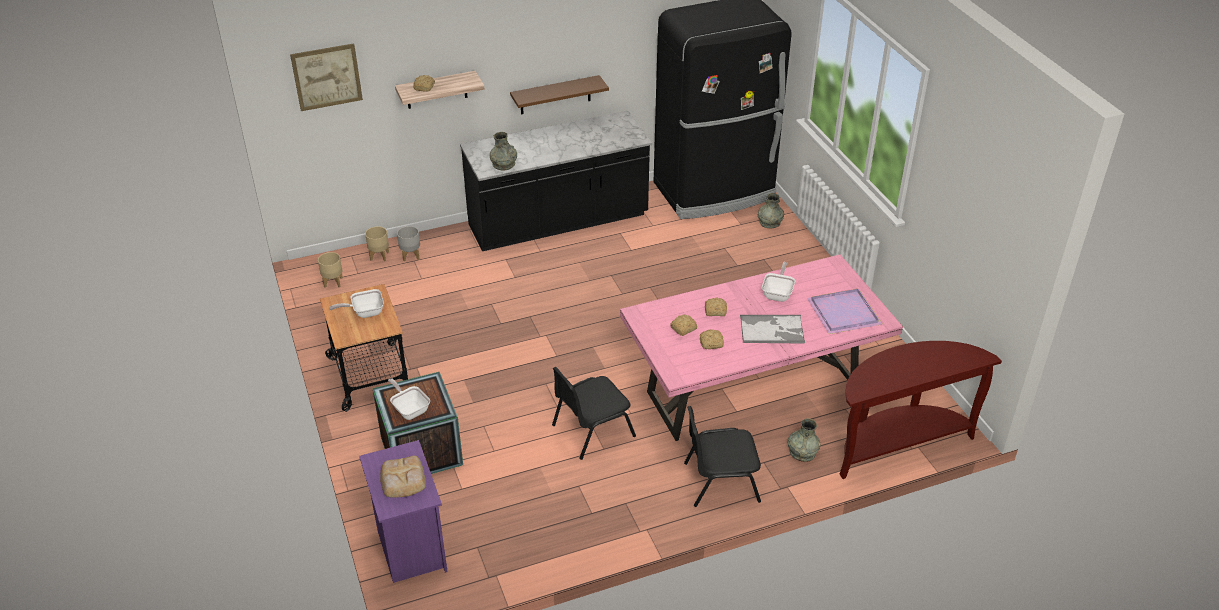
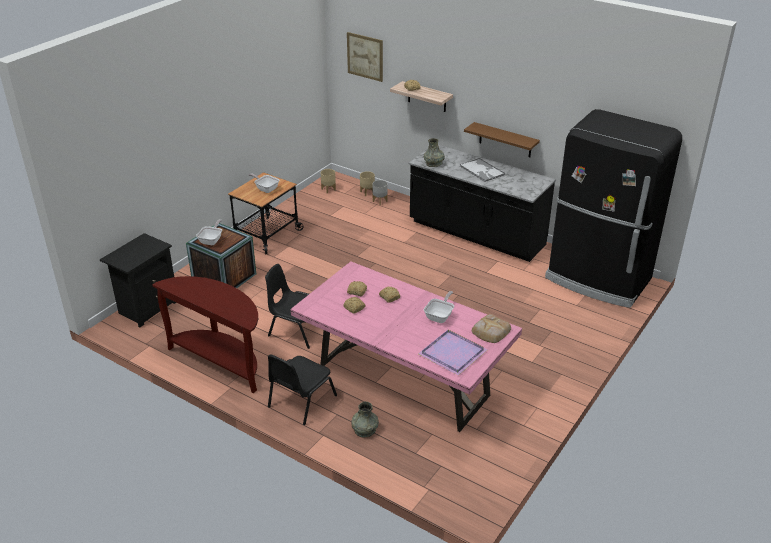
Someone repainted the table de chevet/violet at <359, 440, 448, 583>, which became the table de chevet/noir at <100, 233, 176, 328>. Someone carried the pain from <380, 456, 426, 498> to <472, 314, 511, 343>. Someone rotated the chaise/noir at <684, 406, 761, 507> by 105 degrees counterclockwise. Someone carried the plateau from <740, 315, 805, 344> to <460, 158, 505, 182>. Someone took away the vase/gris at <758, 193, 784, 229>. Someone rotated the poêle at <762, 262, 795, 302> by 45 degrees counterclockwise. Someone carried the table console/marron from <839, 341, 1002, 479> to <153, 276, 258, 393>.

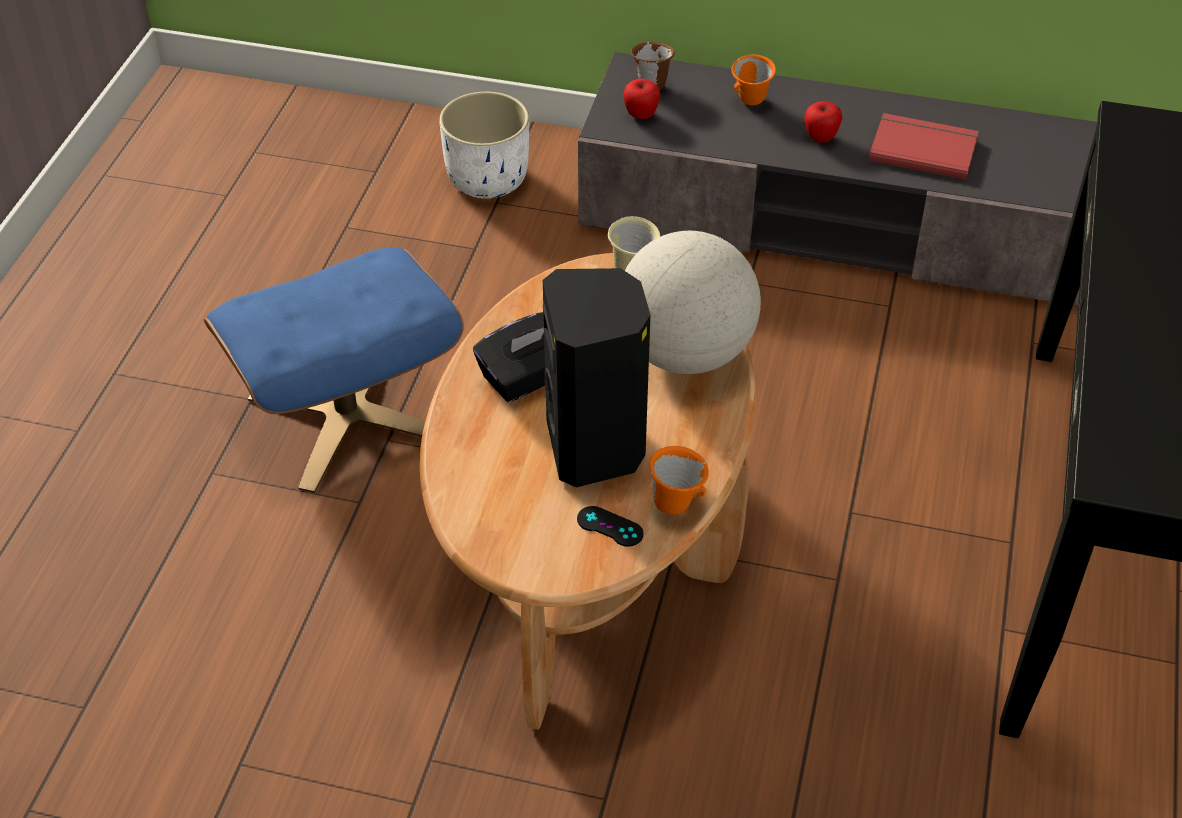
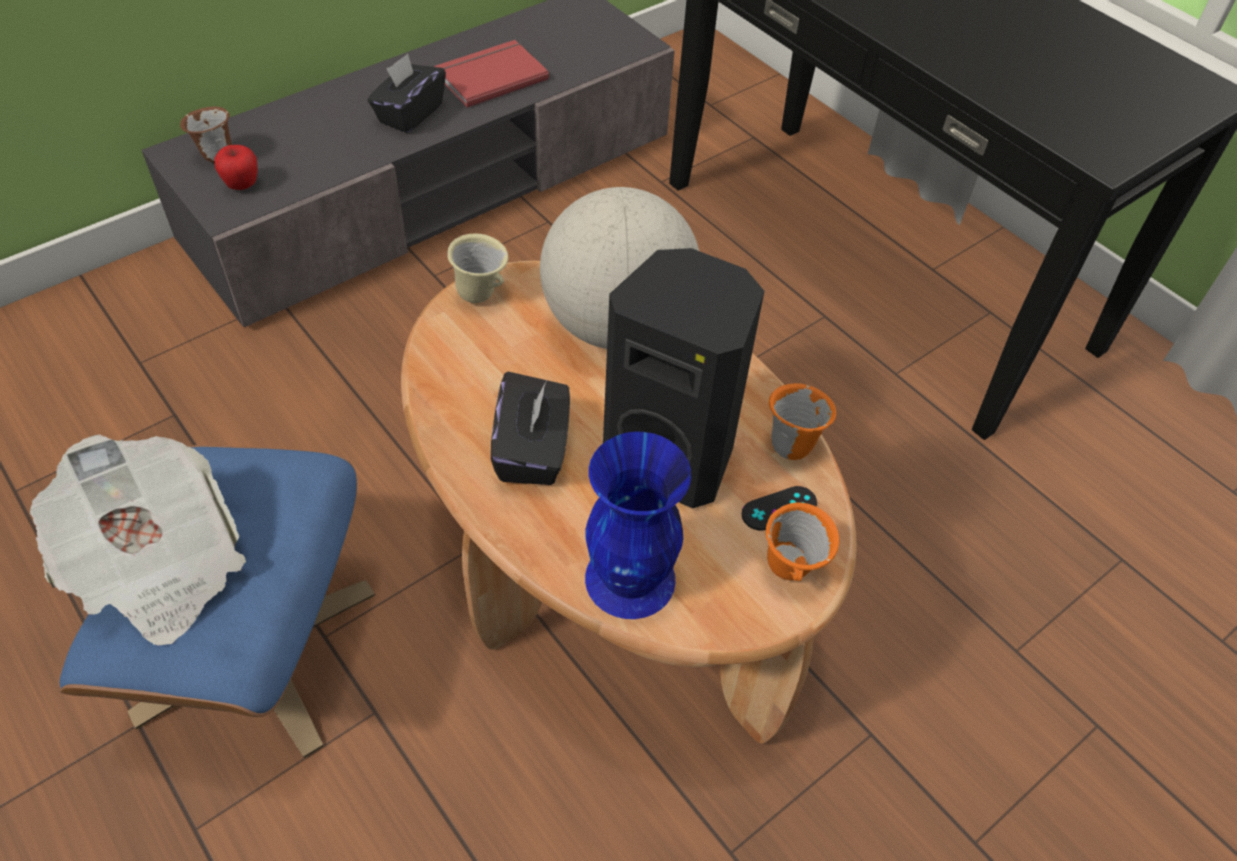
Someone took away the cache-pot/blanc at <439, 91, 529, 199>. Someone carried the mug/orange from <732, 54, 776, 106> to <766, 503, 839, 581>. Someone swapped the pomme at <804, 101, 842, 143> for the boîte à mouchoirs/noir at <367, 53, 446, 133>. Someone put down the journal at <30, 434, 246, 645>. Someone put down the vase/bleu at <585, 432, 691, 619>.

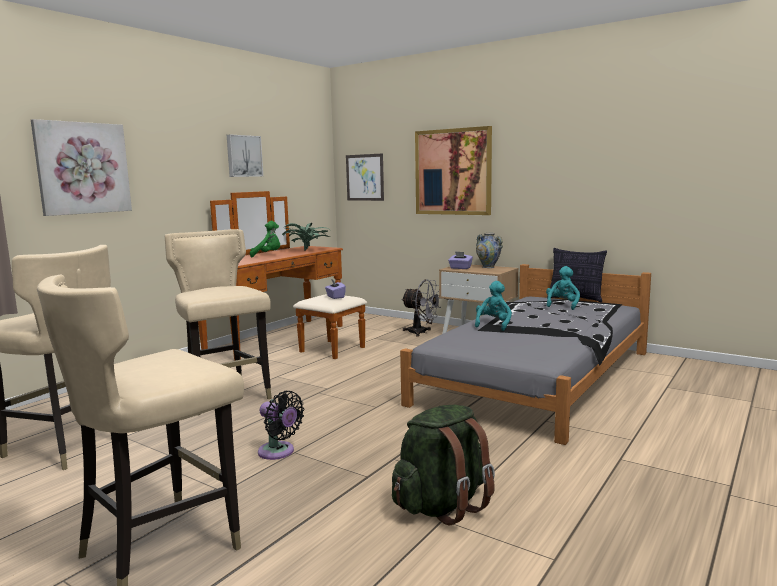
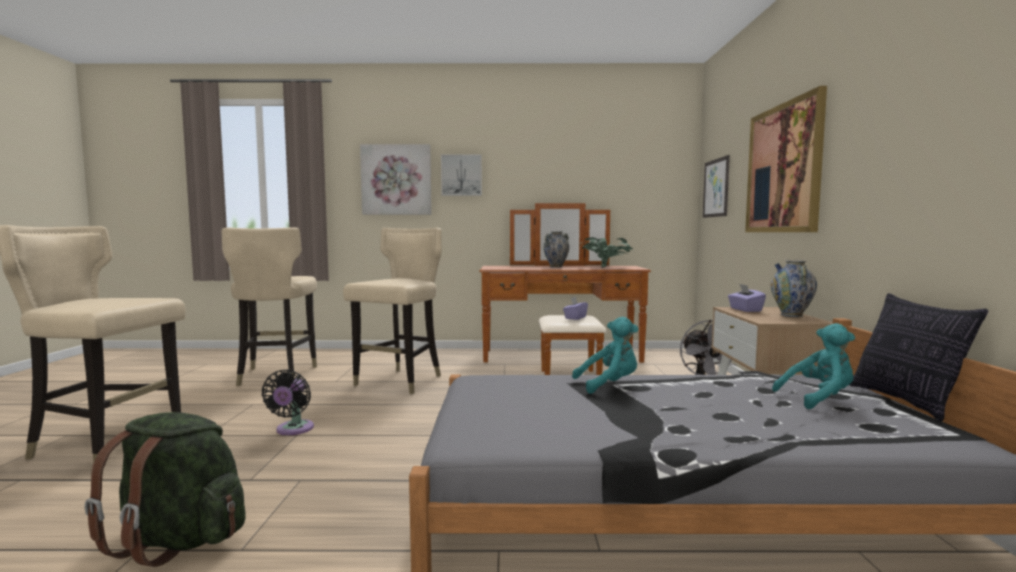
Someone carried the tableau from <227, 135, 263, 177> to <441, 155, 482, 196>. Someone swapped the peluche/vert at <250, 221, 280, 257> for the vase at <543, 231, 569, 268>.

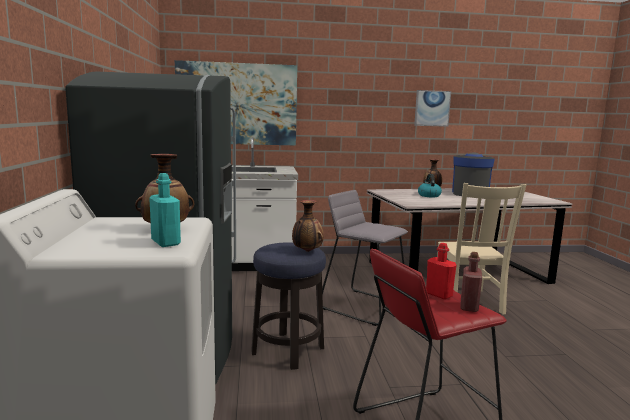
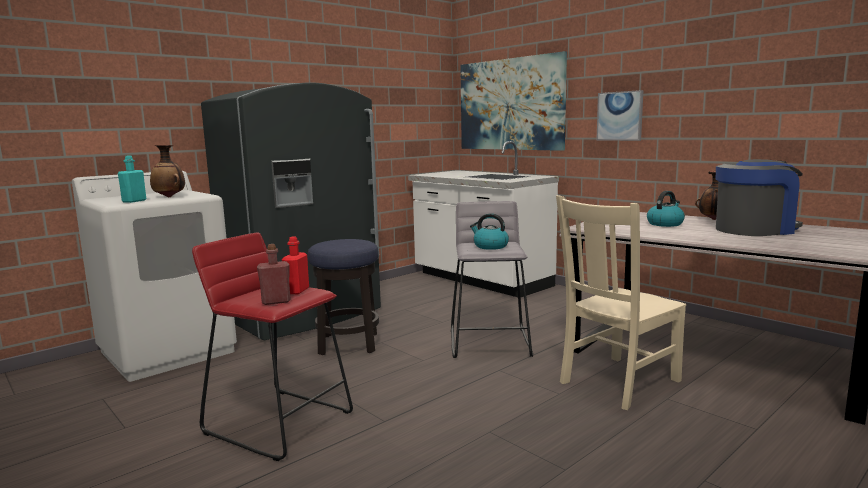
Someone took away the vase at <292, 200, 324, 252>. Someone carried the tableau from <414, 90, 451, 127> to <596, 90, 643, 141>. Someone put down the bouilloire at <470, 213, 509, 250>.

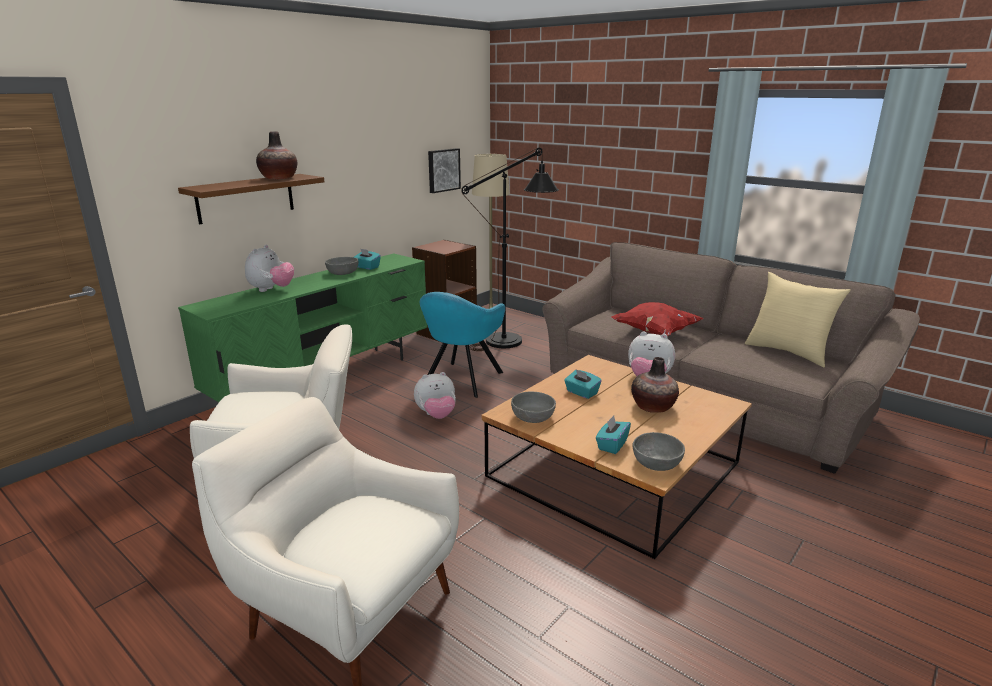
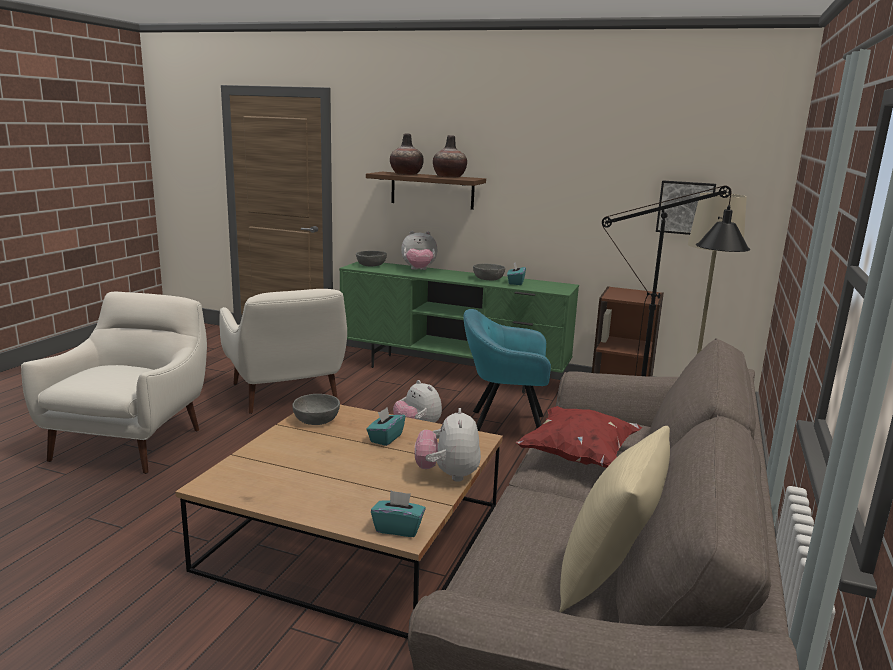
Someone carried the boîte à mouchoirs/turquoise from <596, 415, 631, 454> to <371, 490, 426, 537>. Someone carried the vase from <631, 357, 679, 413> to <390, 133, 424, 175>. Someone carried the bol/gris from <633, 432, 685, 471> to <356, 251, 387, 266>.

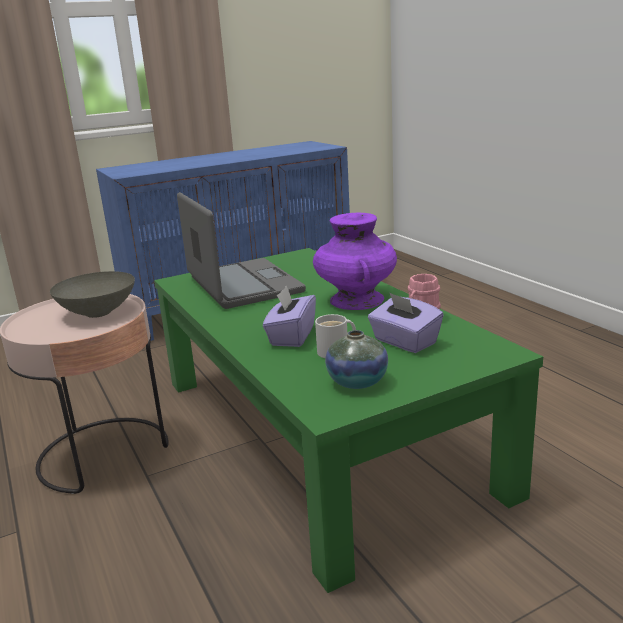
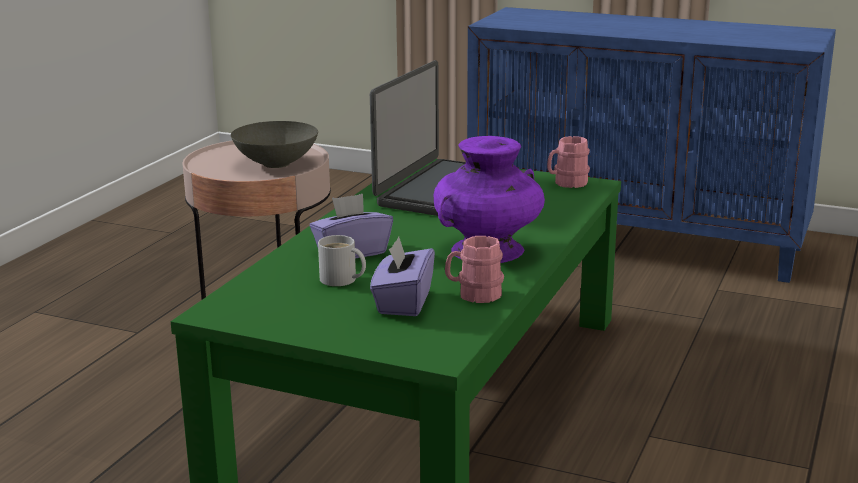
Someone took away the vase at <325, 330, 388, 389>. Someone put down the mug/rose at <547, 136, 590, 188>.

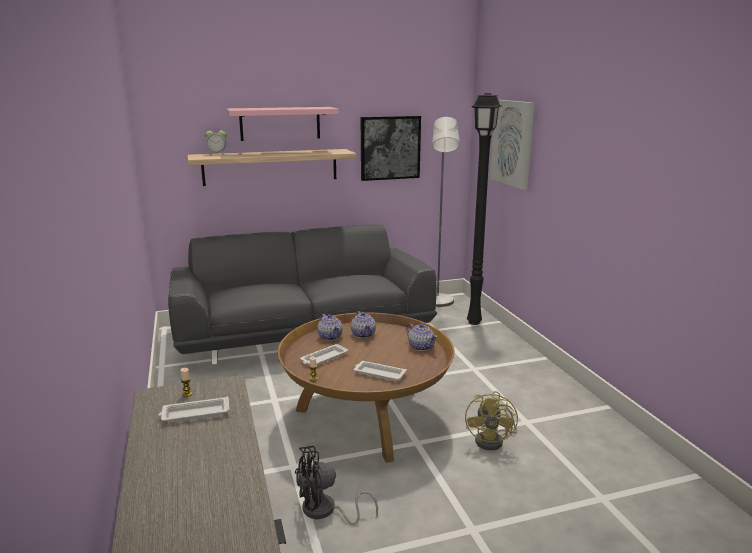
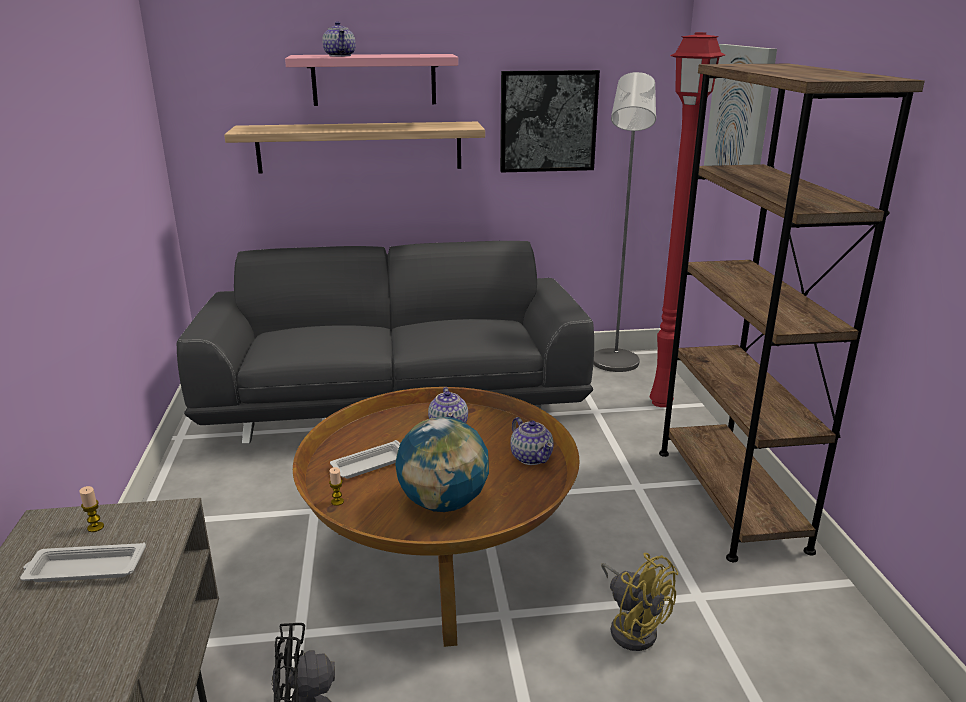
Someone took away the réveil at <205, 128, 227, 155>. Someone carried the théière from <317, 314, 343, 341> to <322, 21, 356, 56>. Someone swapped the plateau/blanc at <354, 361, 407, 381> for the globe at <395, 417, 489, 512>. Someone rotated the ventilateur/jaune at <465, 391, 518, 450> by 60 degrees counterclockwise. Someone repainted the lampadaire/noir at <467, 93, 502, 325>, which became the lampadaire/rouge at <649, 32, 725, 407>. Someone put down the bibliothèque/marron at <659, 64, 925, 562>.

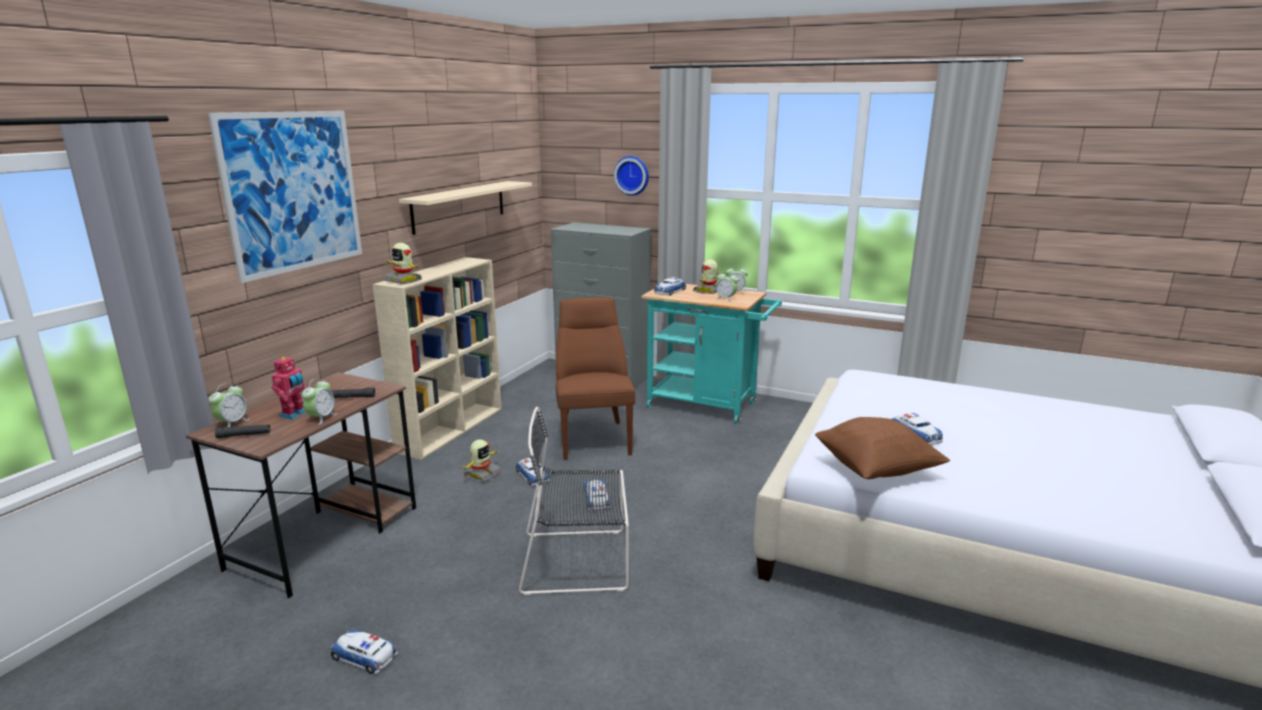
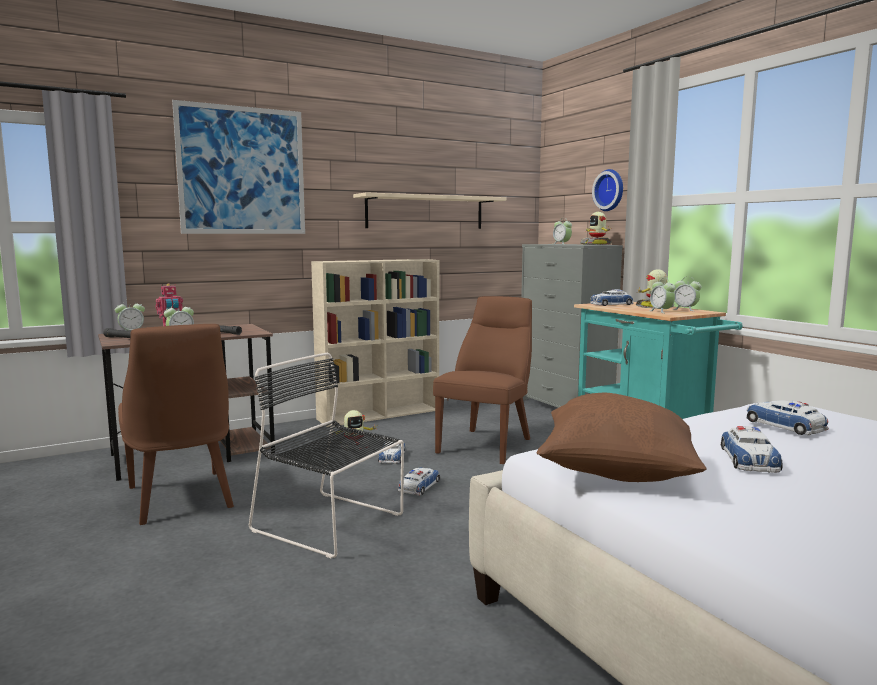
Someone carried the petite voiture from <331, 629, 398, 675> to <746, 401, 829, 435>. Someone carried the robot jouet from <384, 243, 422, 284> to <580, 212, 612, 245>. Someone put down the chaise/marron at <118, 324, 234, 525>. Someone put down the réveil at <553, 219, 572, 244>.

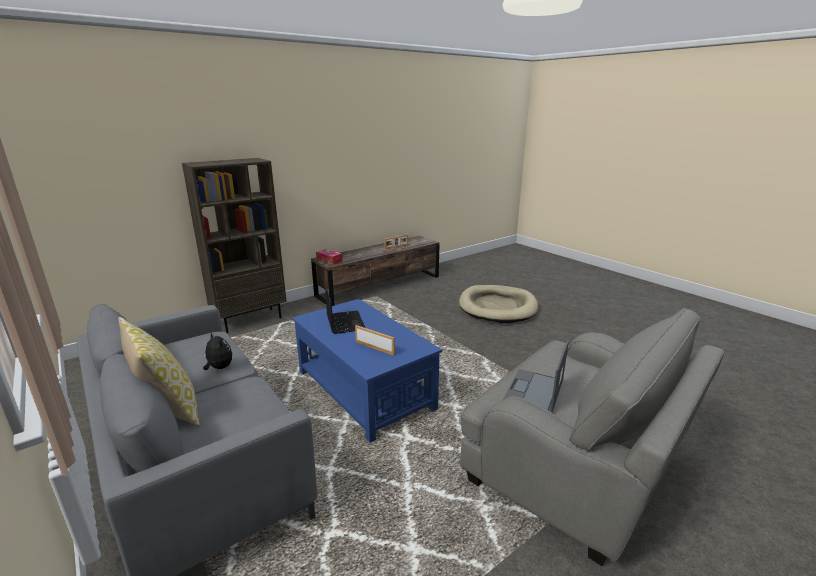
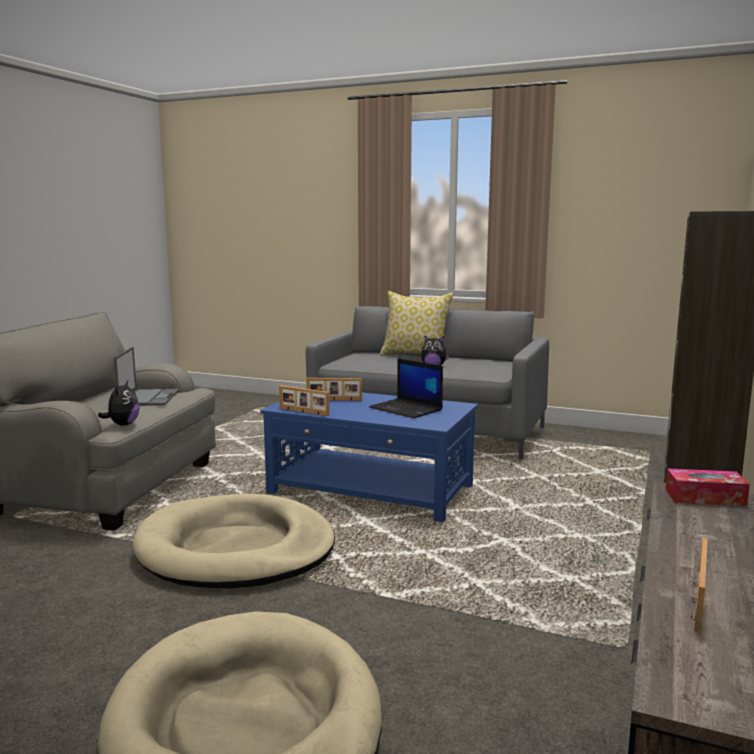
Someone put down the peluche at <98, 381, 139, 426>. Someone put down the panier pour chien/beige at <132, 494, 335, 588>. Someone put down the cadre photo at <279, 385, 329, 416>.

